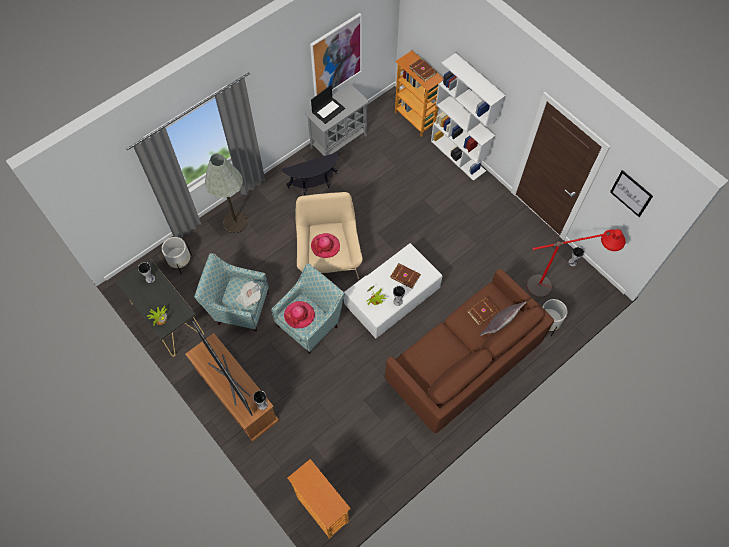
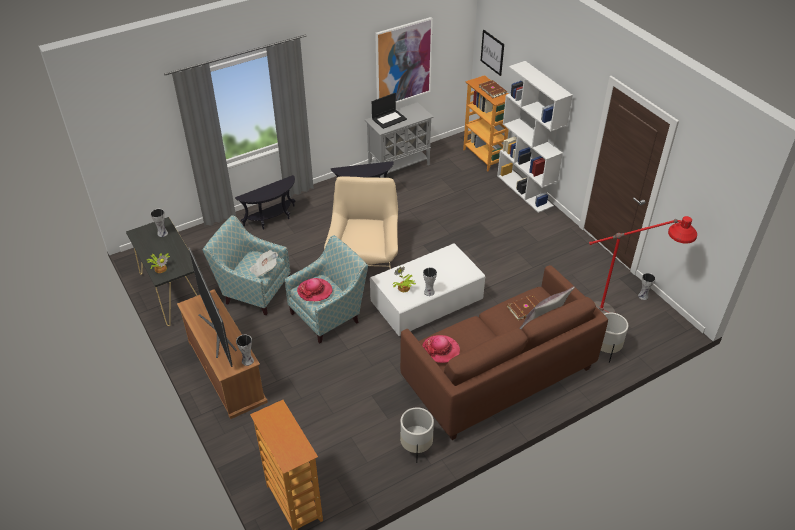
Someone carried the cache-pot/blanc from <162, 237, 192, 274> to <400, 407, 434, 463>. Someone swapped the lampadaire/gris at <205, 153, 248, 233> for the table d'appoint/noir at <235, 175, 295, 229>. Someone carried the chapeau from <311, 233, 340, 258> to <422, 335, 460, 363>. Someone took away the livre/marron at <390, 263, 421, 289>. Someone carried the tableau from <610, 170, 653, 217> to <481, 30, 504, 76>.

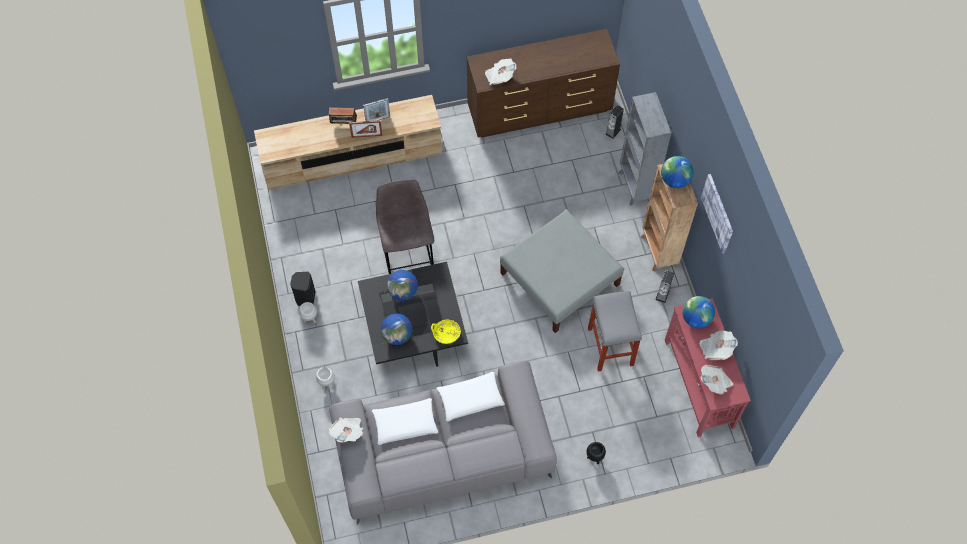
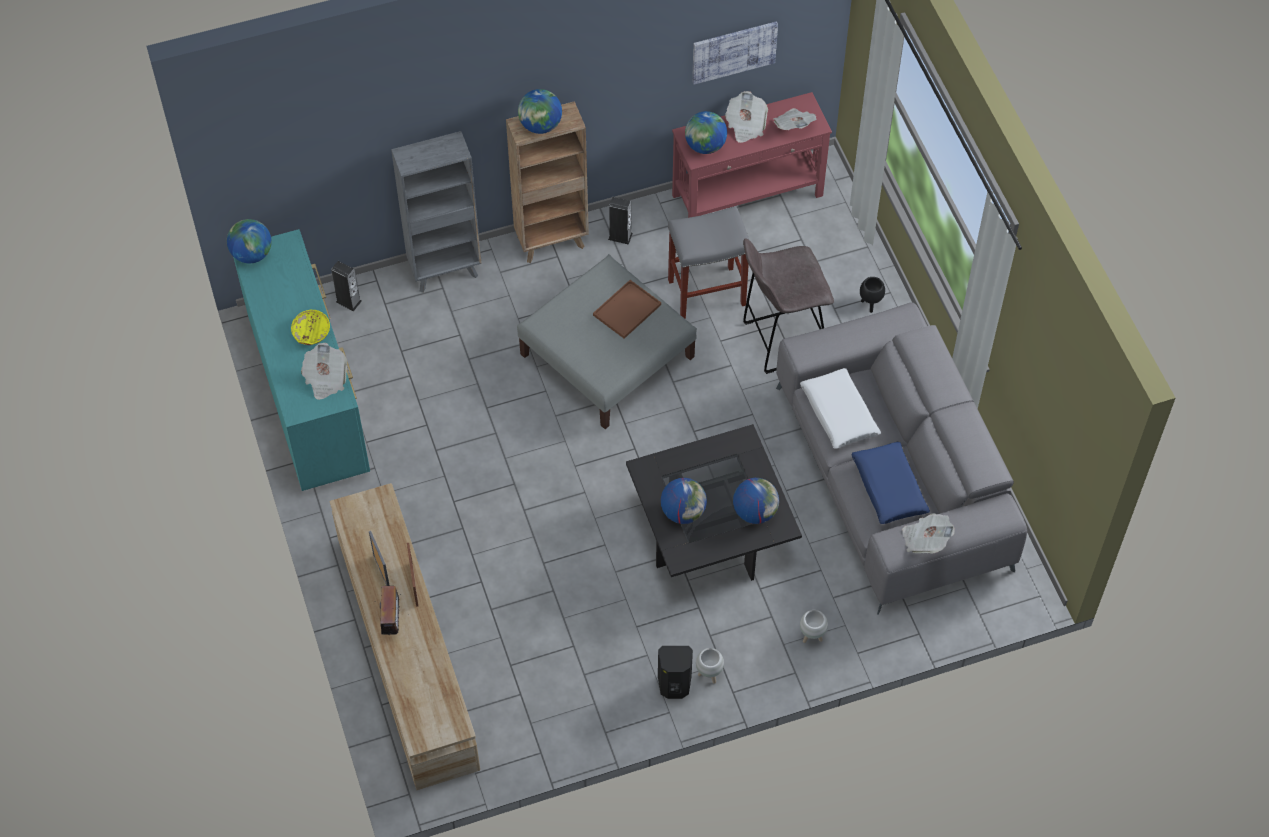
Someone repainted the coussin/blanc at <372, 398, 438, 445>, which became the coussin/bleu at <851, 442, 930, 524>. Someone carried the tabouret/gris from <376, 179, 434, 274> to <743, 239, 834, 374>. Someone carried the bol/jaune from <431, 319, 461, 344> to <291, 309, 330, 345>. Someone repainted the commode/marron at <467, 29, 620, 137>, which became the commode/turquoise at <233, 229, 370, 491>. Someone carried the tableau from <701, 174, 733, 254> to <692, 21, 778, 85>. Someone put down the globe at <227, 219, 272, 263>. Someone put down the plateau/marron at <593, 280, 661, 339>.

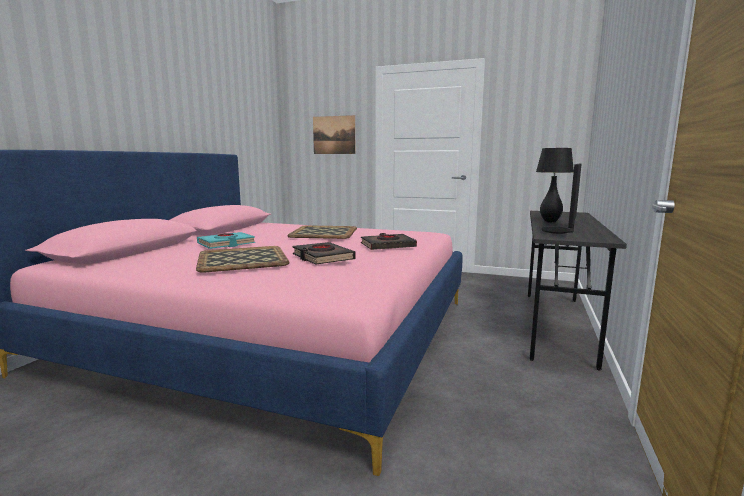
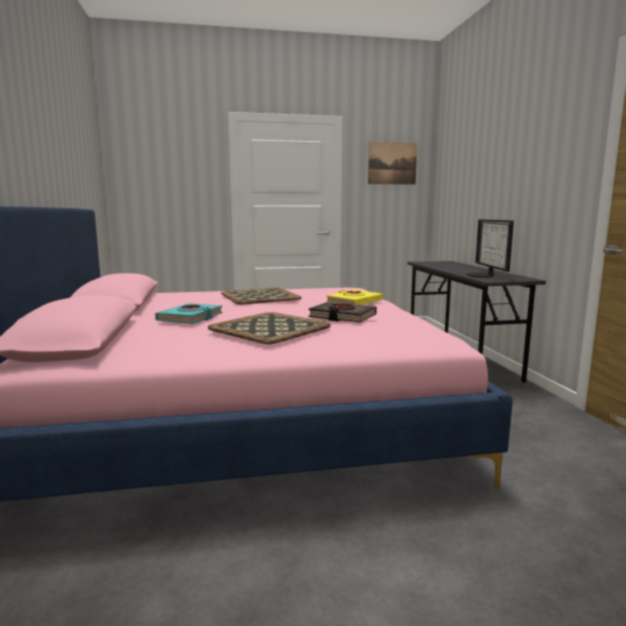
Someone carried the tableau from <313, 115, 355, 154> to <368, 142, 417, 185>. Someone repainted the livre/noir at <361, 233, 417, 250>, which became the livre/jaune at <326, 290, 383, 305>. Someone took away the lampe de table/noir at <536, 148, 574, 223>.

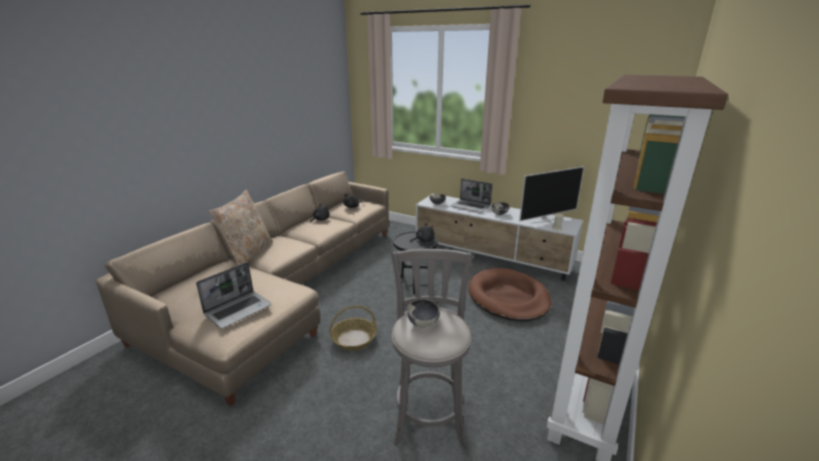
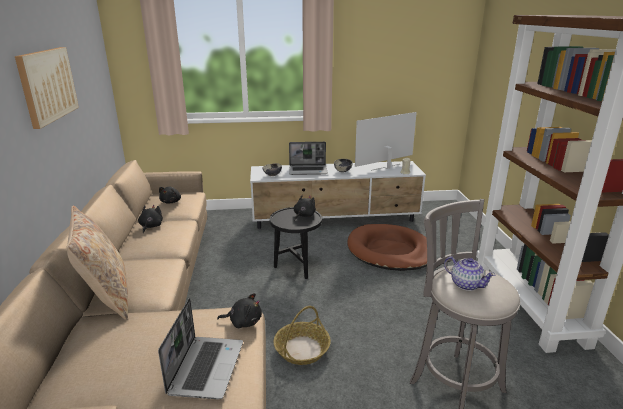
Someone swapped the bol at <407, 299, 440, 328> for the théière at <444, 256, 495, 291>. Someone rotated the téléviseur at <519, 166, 584, 224> by 150 degrees counterclockwise. Someone put up the tableau at <15, 47, 79, 129>. Someone put down the peluche/noir at <217, 293, 262, 328>.

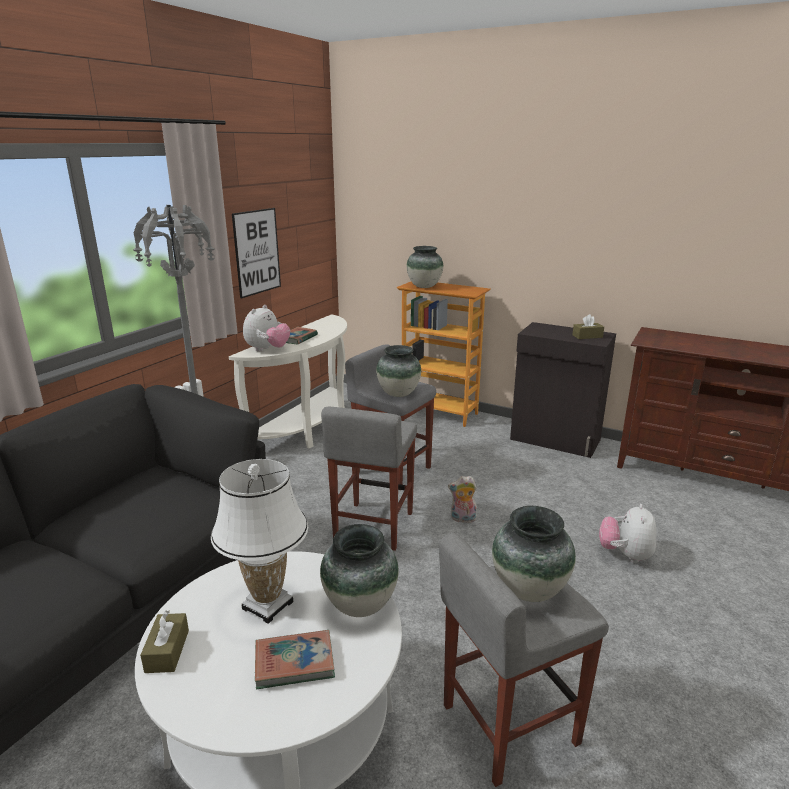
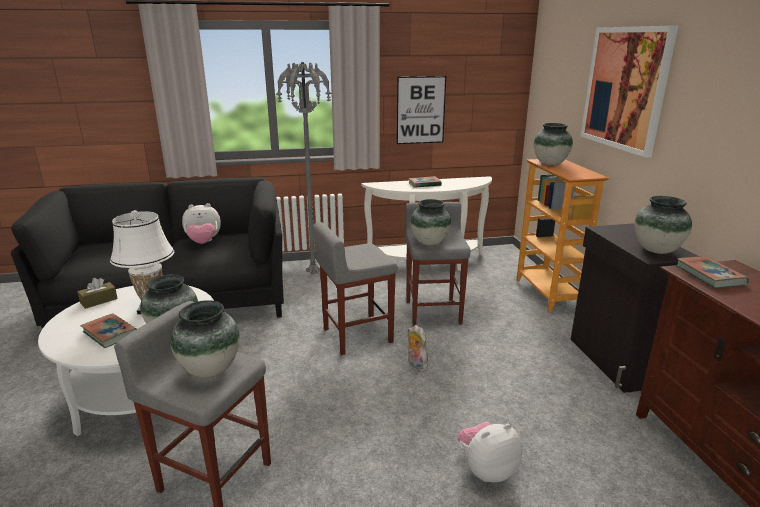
Someone carried the peluche from <243, 305, 290, 352> to <182, 203, 221, 244>. Someone swapped the boîte à mouchoirs/marron at <572, 314, 604, 339> for the vase at <635, 196, 692, 254>. Someone put up the tableau at <580, 26, 678, 158>. Someone put down the livre at <676, 256, 749, 288>.

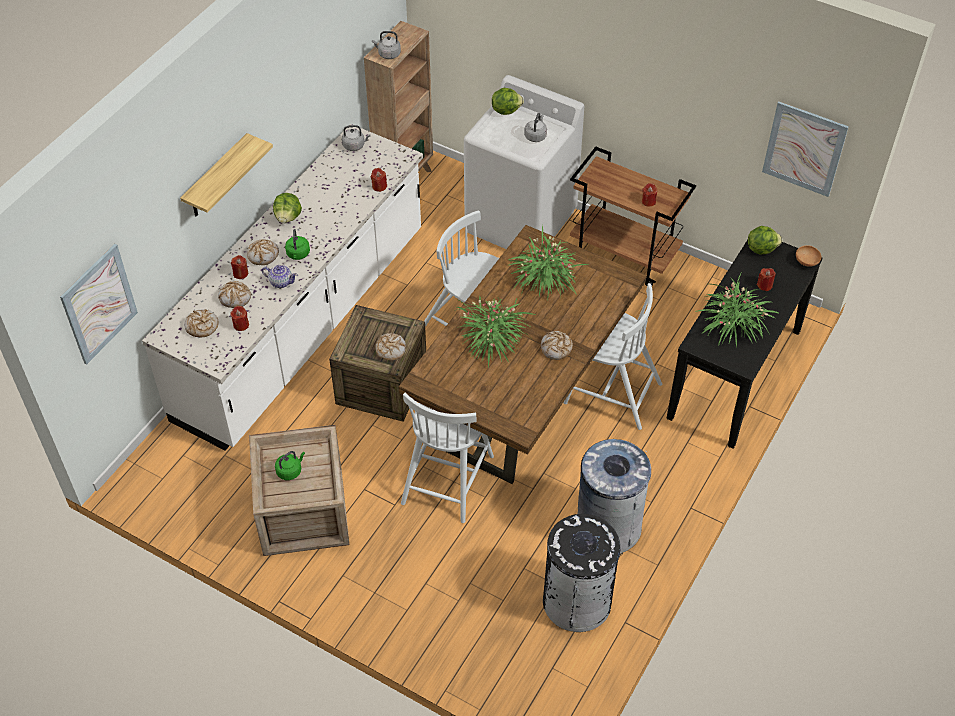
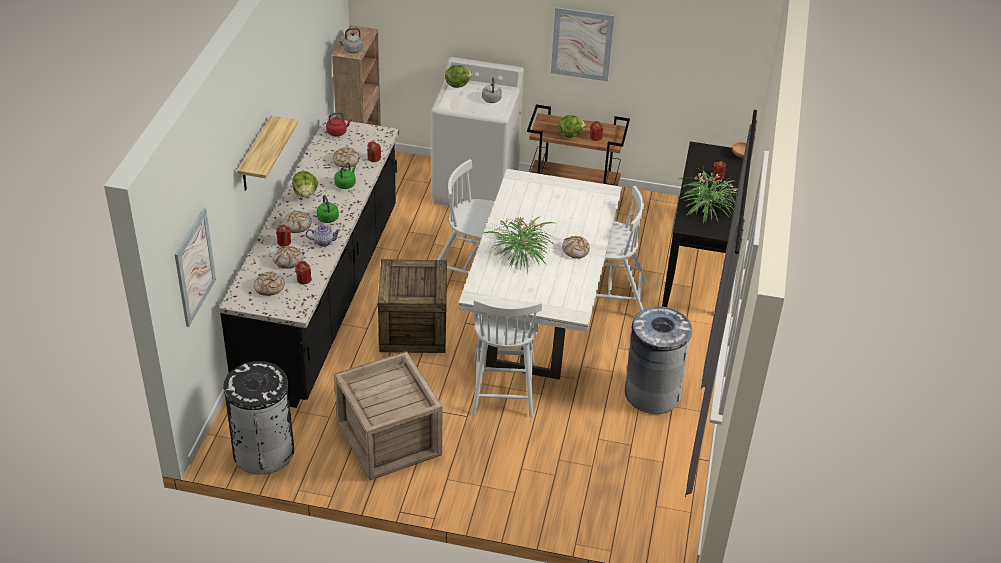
Someone repainted the comptoir de cuisine/blanc at <142, 124, 423, 451>, which became the comptoir de cuisine/noir at <219, 118, 399, 408>. Someone carried the bouilloire/vert from <275, 451, 305, 480> to <334, 162, 356, 189>. Someone repainted the bouilloire/gris at <342, 125, 370, 151>, which became the bouilloire/rouge at <326, 112, 352, 137>. Someone carried the pain from <375, 333, 406, 361> to <333, 147, 359, 167>. Someone repainted the table à manger/marron at <399, 225, 647, 484>, which became the table à manger/blanc at <459, 169, 622, 380>. Someone took away the plante en pot at <508, 224, 588, 296>. Someone carried the poubelle/noir from <543, 514, 623, 632> to <223, 361, 294, 474>. Someone carried the laitue from <748, 226, 782, 255> to <558, 115, 585, 138>. Someone carried the tableau from <762, 101, 849, 197> to <551, 7, 615, 81>.

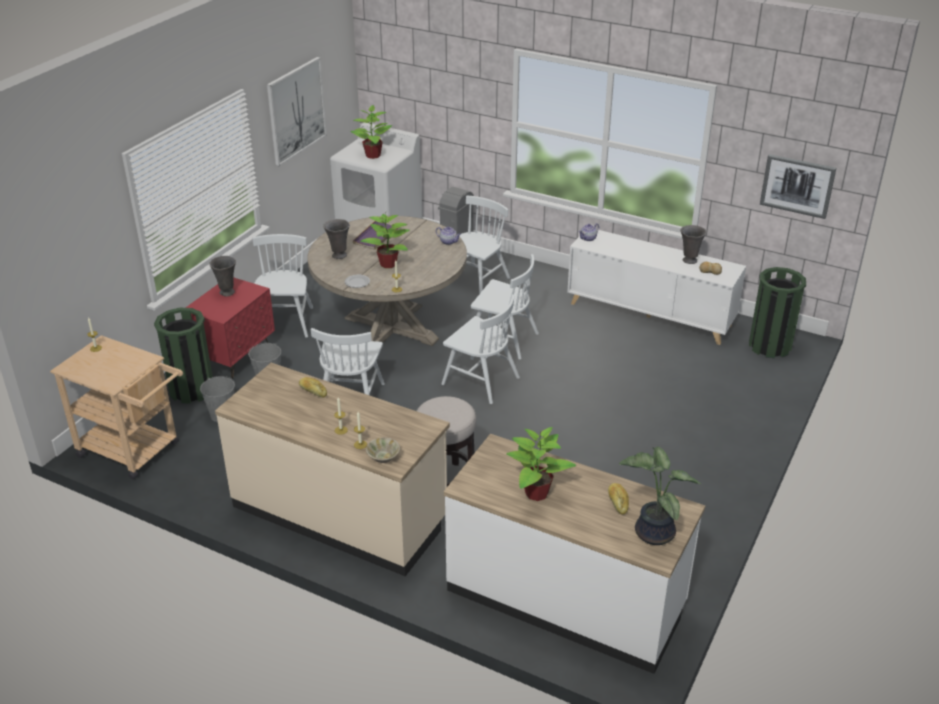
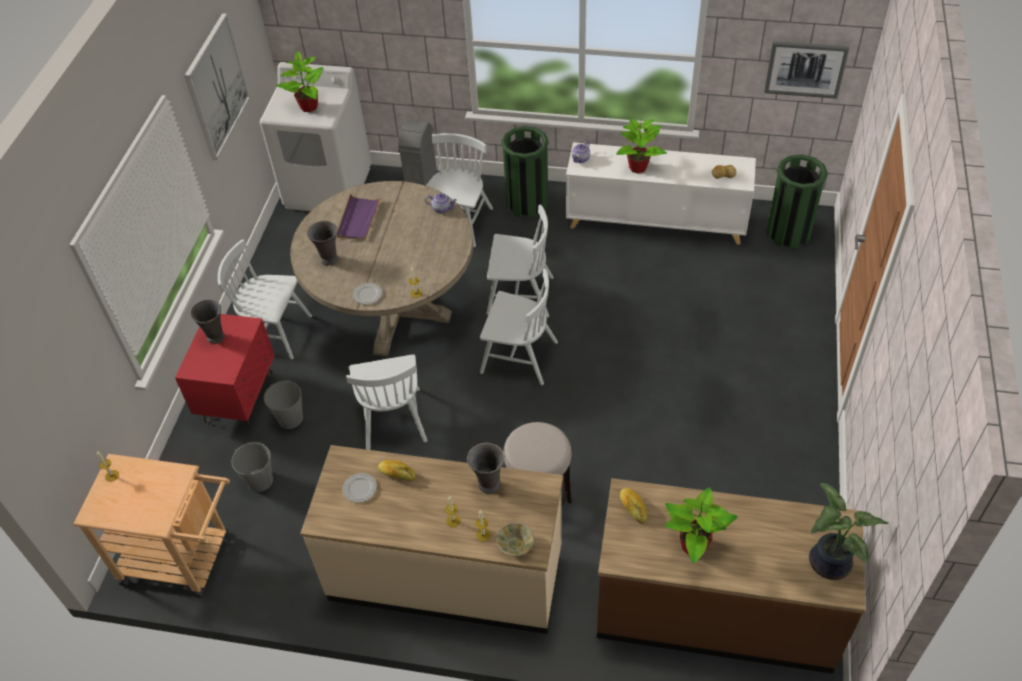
Someone carried the poubelle/vert from <154, 308, 213, 404> to <501, 126, 549, 218>. Someone rotated the chaise/blanc at <253, 234, 313, 338> by 60 degrees counterclockwise. Someone carried the plante en pot from <360, 213, 410, 268> to <616, 119, 667, 174>. Someone repainted the comptoir de cuisine/blanc at <444, 434, 705, 674>, which became the comptoir de cuisine/marron at <597, 478, 866, 674>. Someone carried the pain from <608, 483, 629, 515> to <620, 488, 647, 524>. Someone carried the vase/gris from <681, 225, 706, 264> to <467, 443, 505, 494>. Someone put down the assiette at <343, 473, 377, 503>.

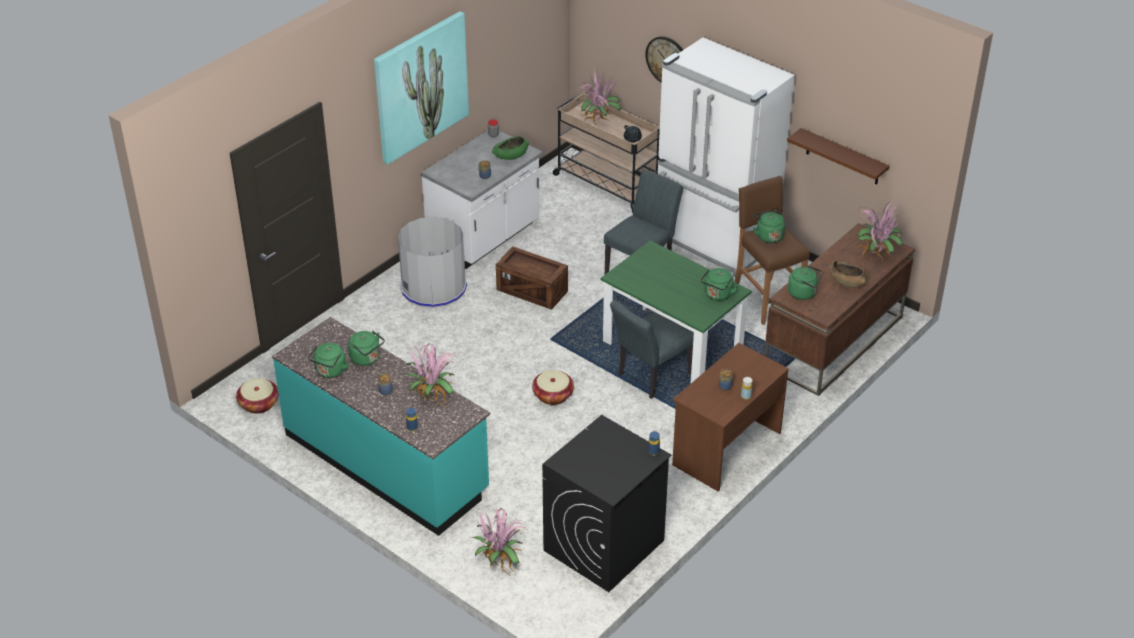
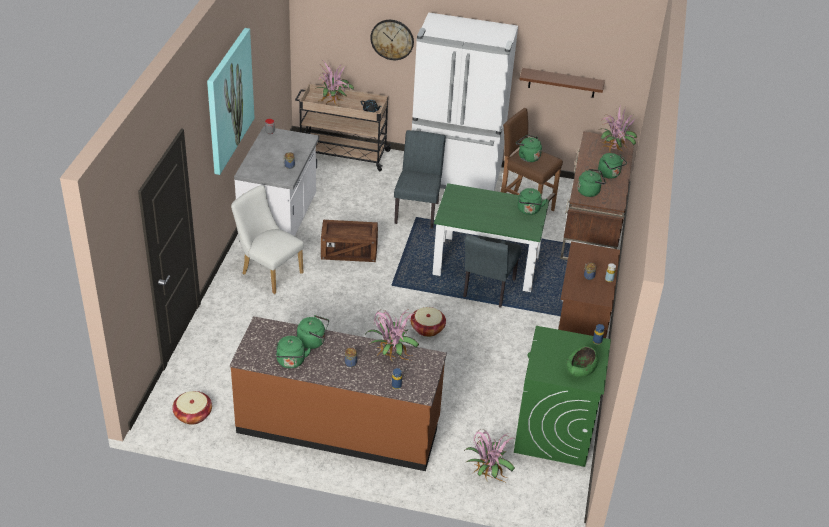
Someone repainted the comptoir de cuisine/turquoise at <272, 317, 490, 536>, which became the comptoir de cuisine/marron at <230, 316, 447, 471>. Someone swapped the poubelle/gris at <398, 217, 467, 308> for the chaise/blanc at <231, 185, 304, 294>. Someone carried the bol/vert from <492, 136, 529, 160> to <567, 346, 598, 377>. Someone repainted the lave-linge/noir at <542, 415, 672, 592>, which became the lave-linge/vert at <514, 326, 611, 467>. Someone swapped the bol/marron at <830, 260, 866, 288> for the bouilloire/vert at <598, 153, 627, 179>.

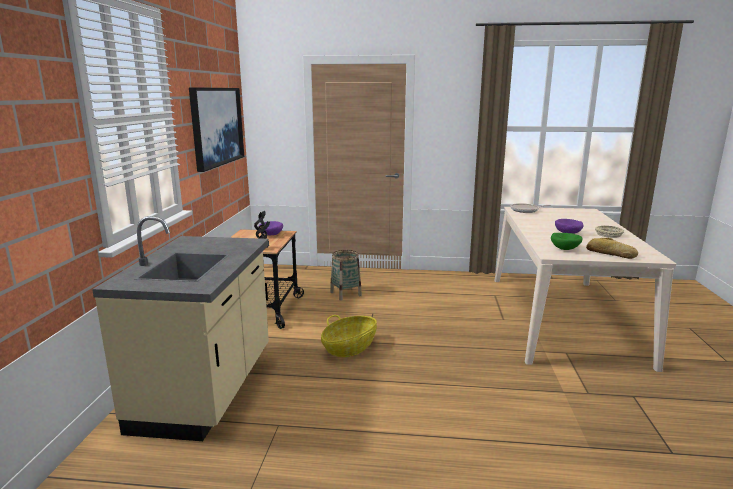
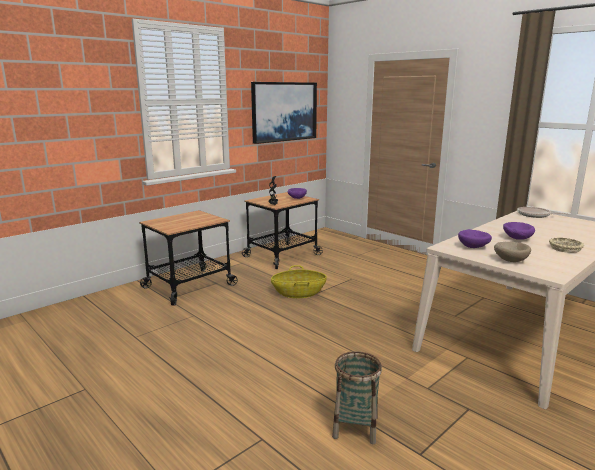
Someone swapped the comptoir de cuisine/beige at <92, 216, 269, 441> for the chariot at <139, 210, 238, 306>. Someone carried the panier from <330, 250, 362, 300> to <332, 351, 382, 444>. Someone repainted the bol/vert at <551, 233, 582, 250>, which became the bol/violet at <458, 229, 492, 248>. Someone swapped the pain at <586, 238, 638, 259> for the bol/beige at <494, 241, 531, 262>.

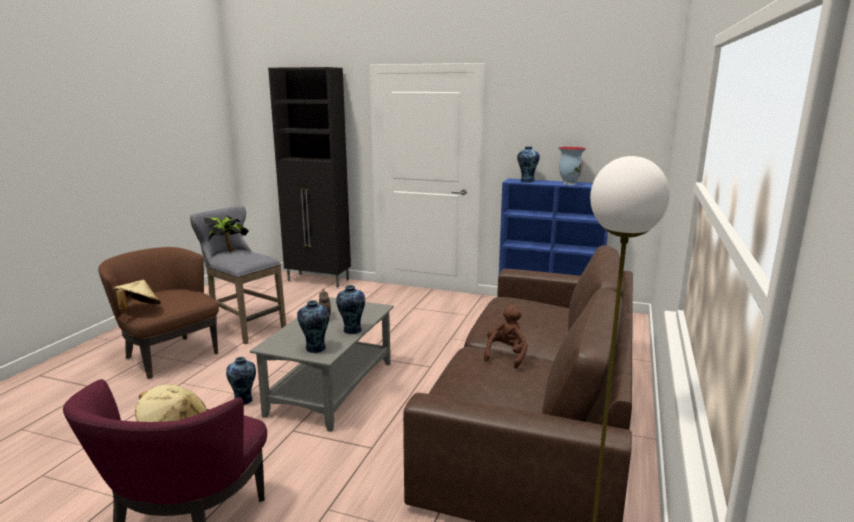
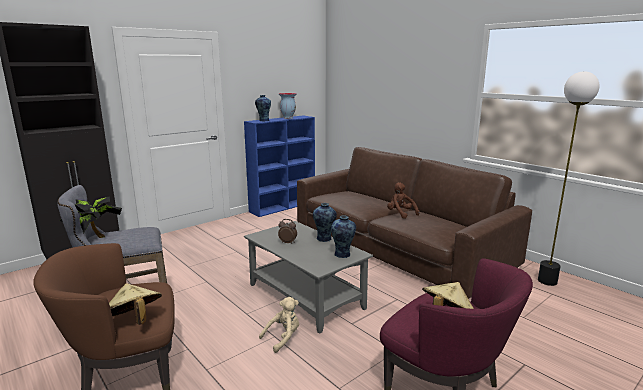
Someone swapped the vase at <226, 357, 256, 405> for the peluche/beige at <259, 297, 299, 353>.

